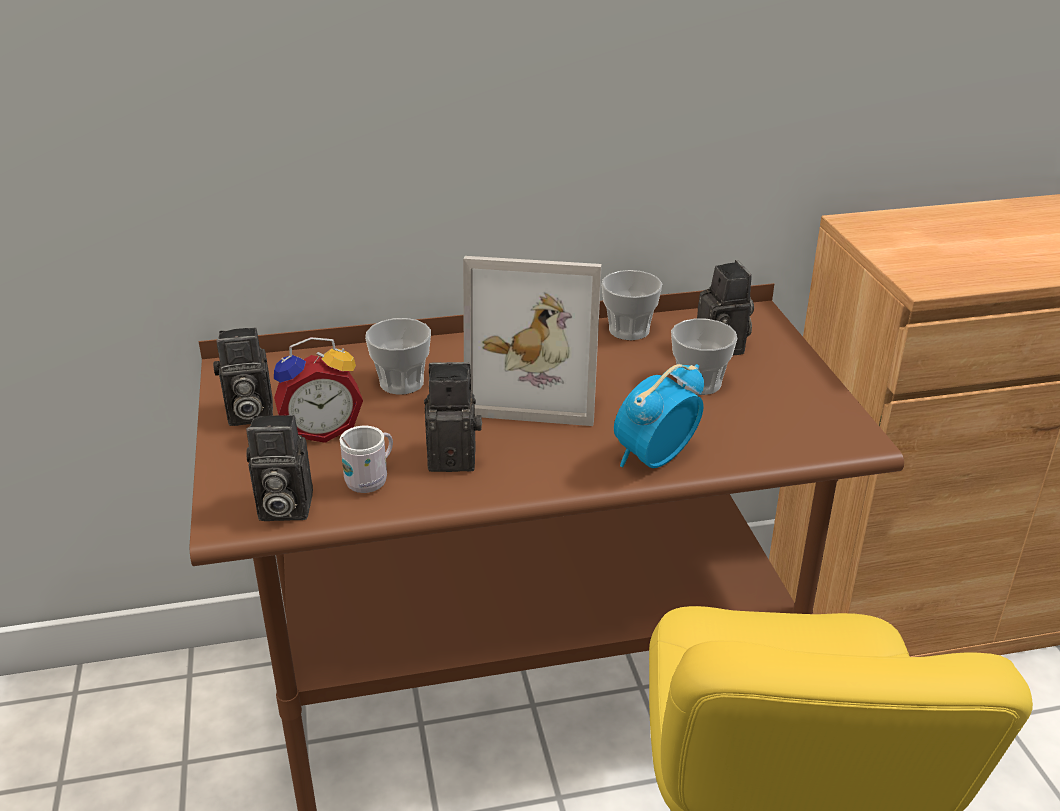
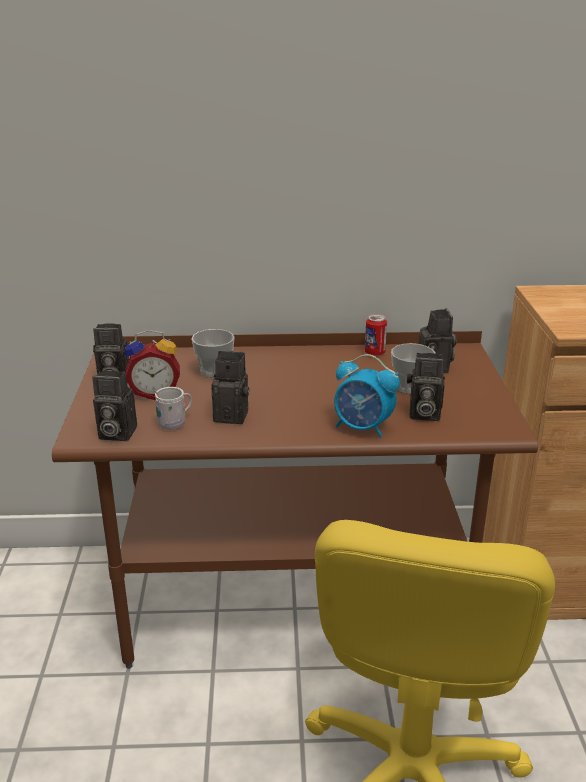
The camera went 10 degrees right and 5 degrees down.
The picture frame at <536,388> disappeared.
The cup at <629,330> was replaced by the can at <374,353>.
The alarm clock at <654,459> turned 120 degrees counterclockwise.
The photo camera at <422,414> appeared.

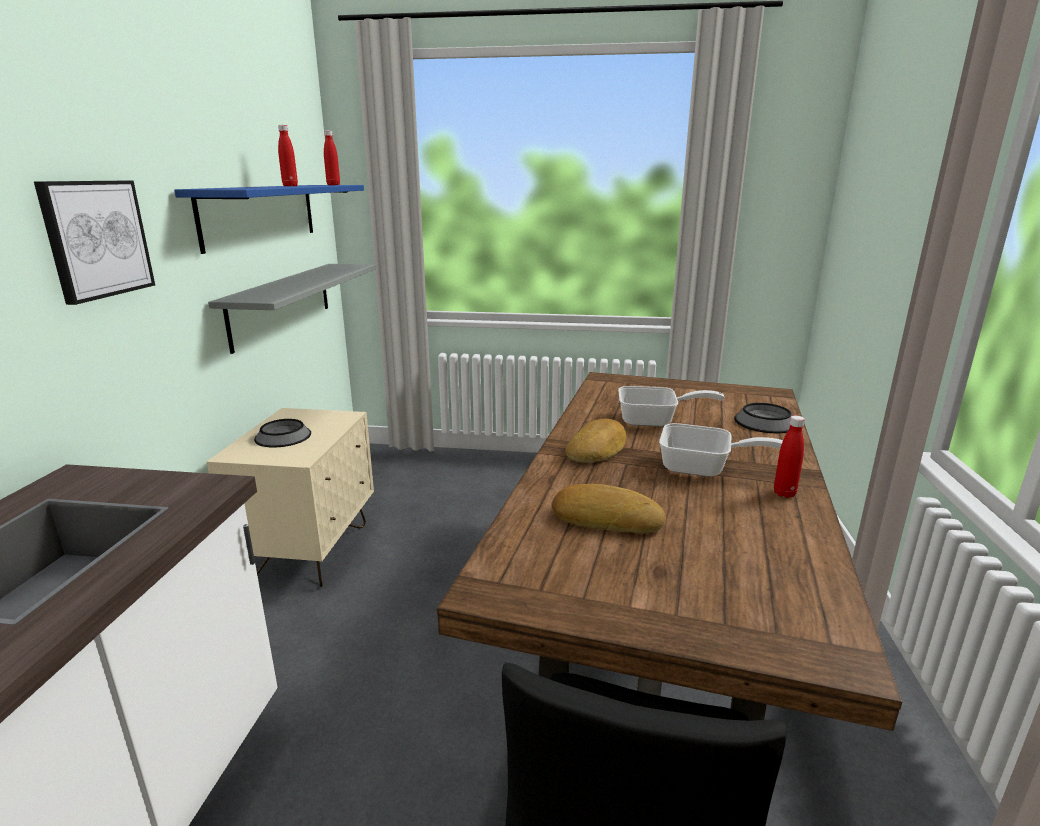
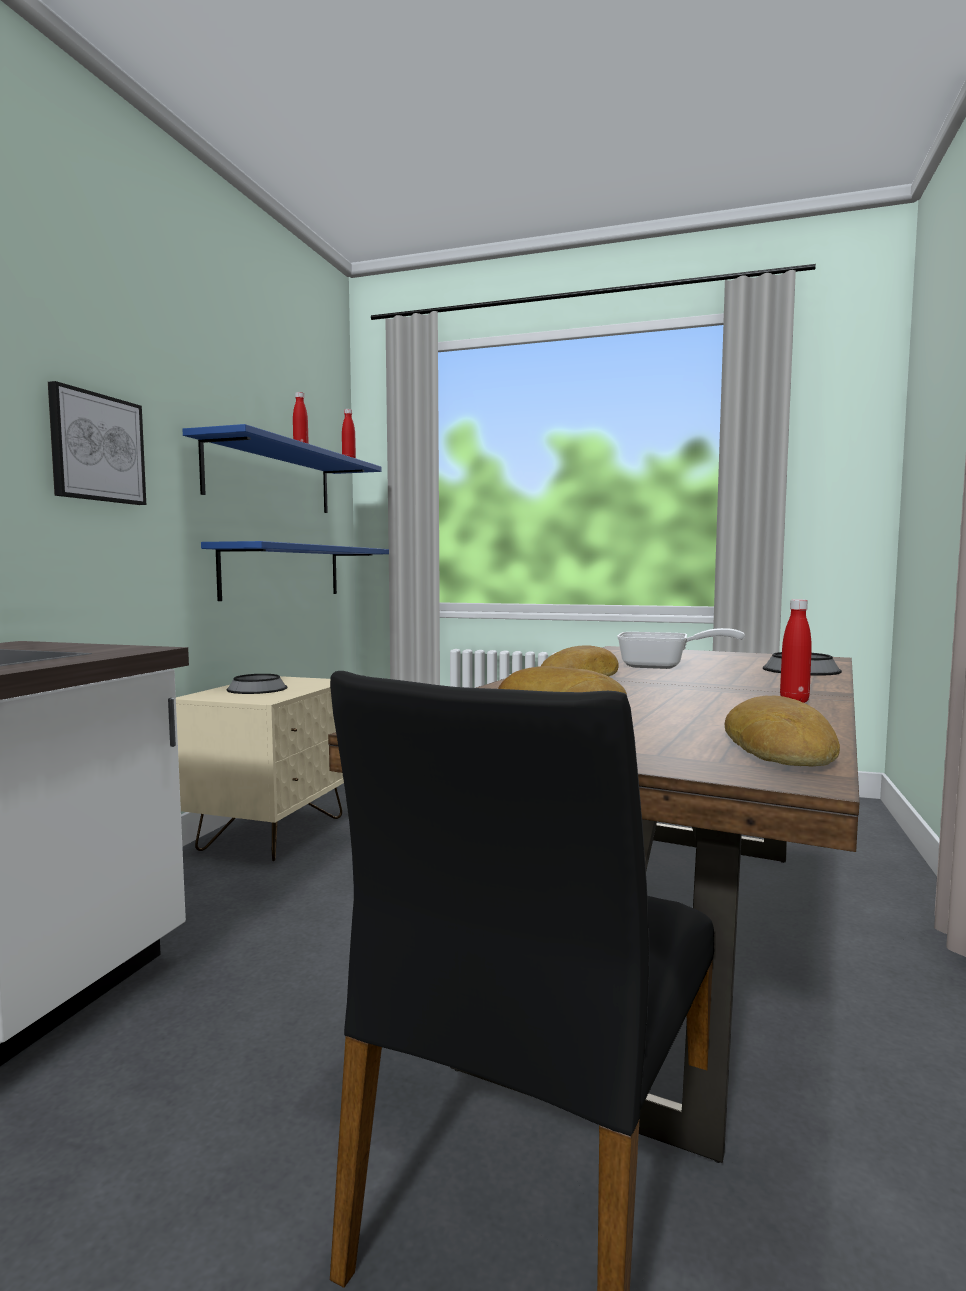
The camera went 10 degrees right and 15 degrees down.
The grey shelf at <282,303> became the blue shelf at <283,571>.
The frying pan at <703,468> disappeared.
The bread at <781,749> appeared.

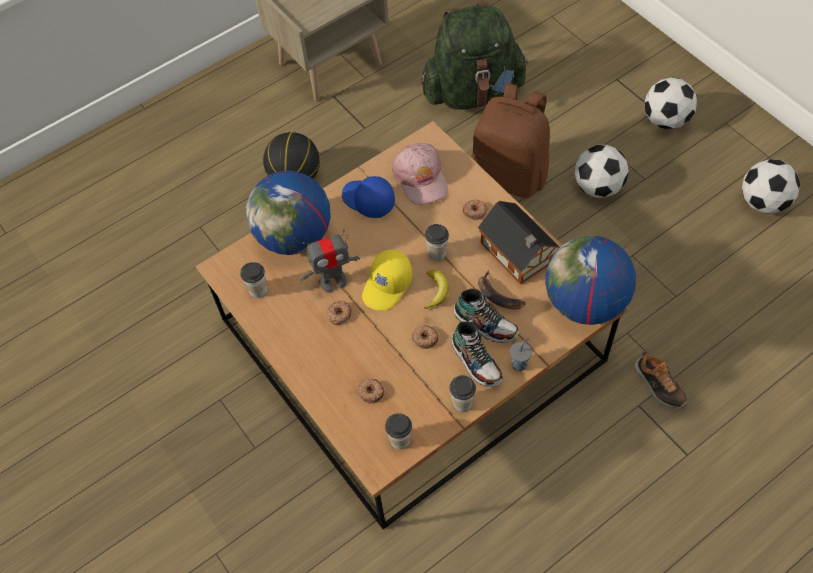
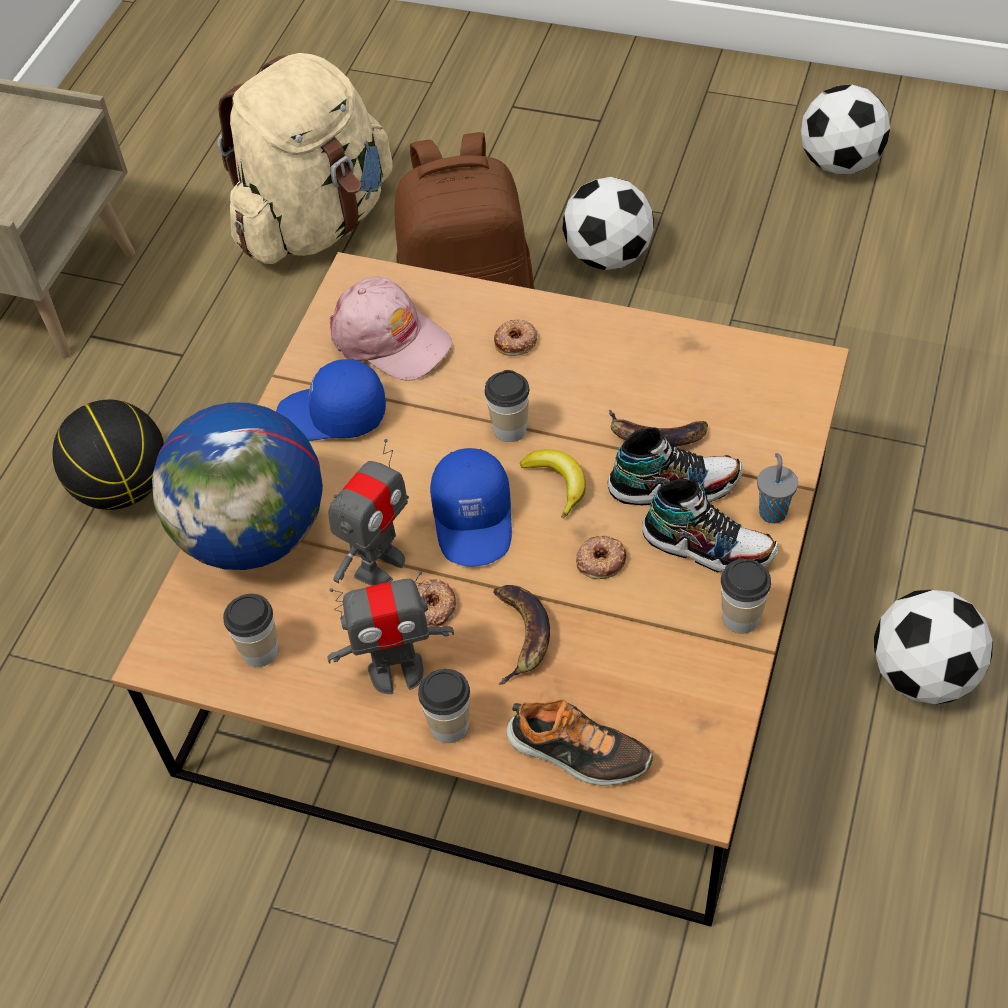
The camera went 35 degrees left and 5 degrees down.
The green backpack at <473,92> became the beige backpack at <316,222>.
The football moved from <665,120> to <923,675>.
The toy house at <517,255> disappeared.
The globe at <584,303> disappeared.
The yellow cap at <387,286> became the blue cap at <475,520>.
The shoe moved from <658,385> to <577,752>.
The donut at <371,392> disappeared.
The cup moved from <400,440> to <449,726>.
The toy robot at <396,672> appeared.
The banana at <521,634> appeared.

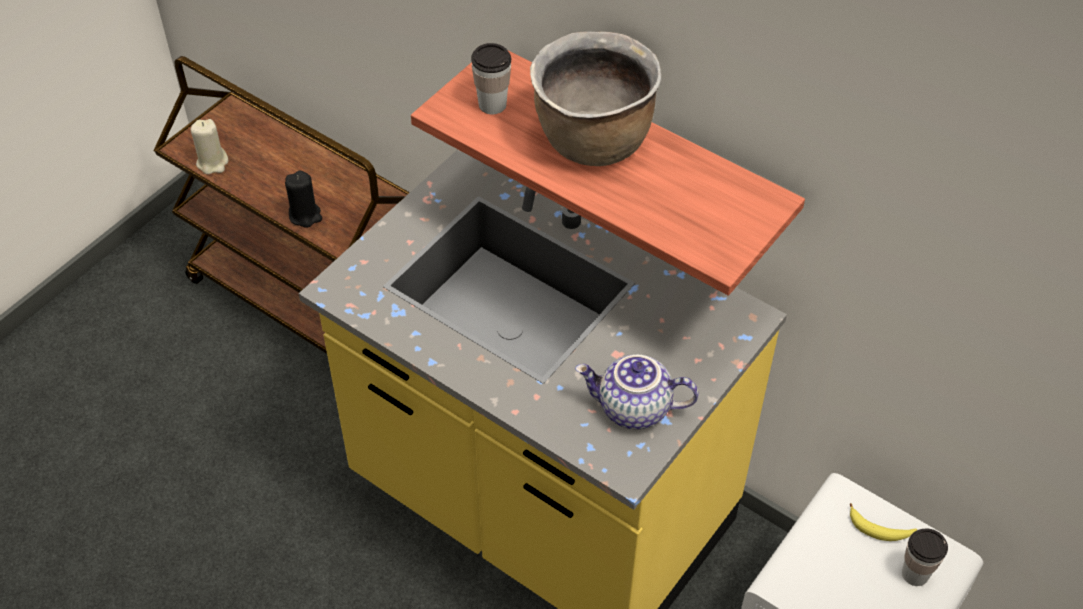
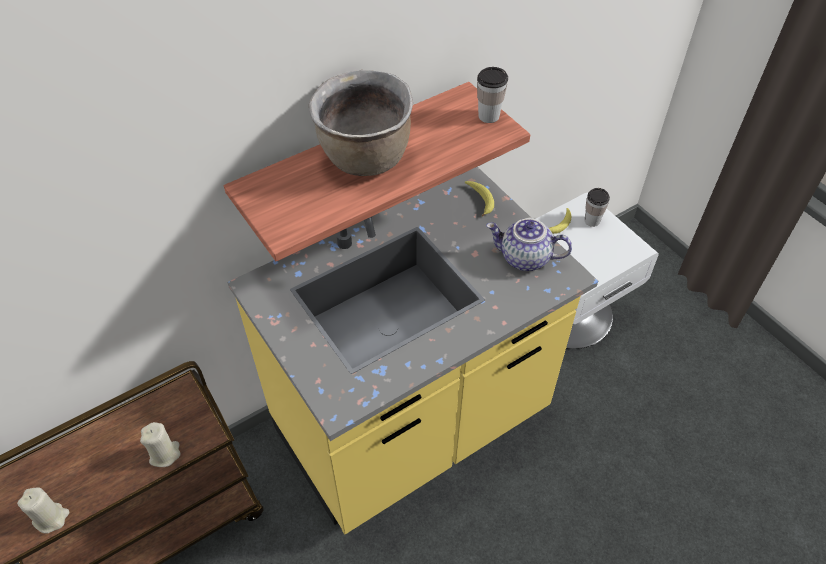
The camera went 70 degrees left and 0 degrees up.
The cup moved from <492,104> to <489,116>.
The black candle at <305,215> became the beige candle at <165,454>.
The teapot at <633,409> turned 75 degrees clockwise.
The banana at <480,200> appeared.

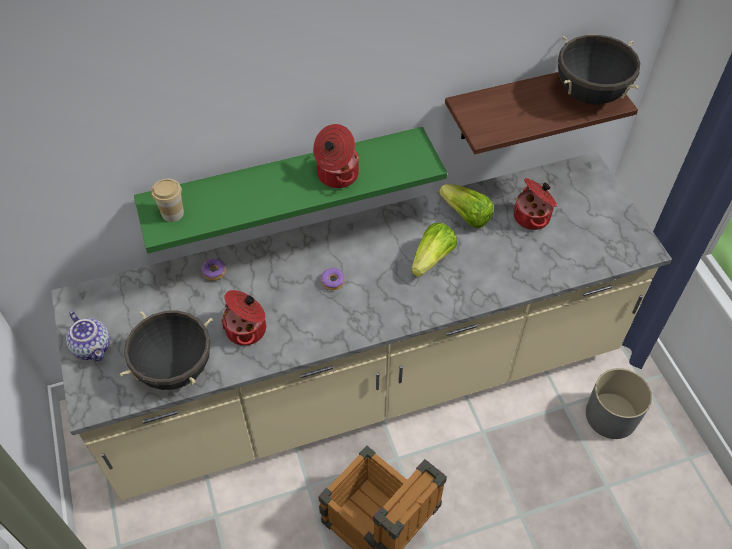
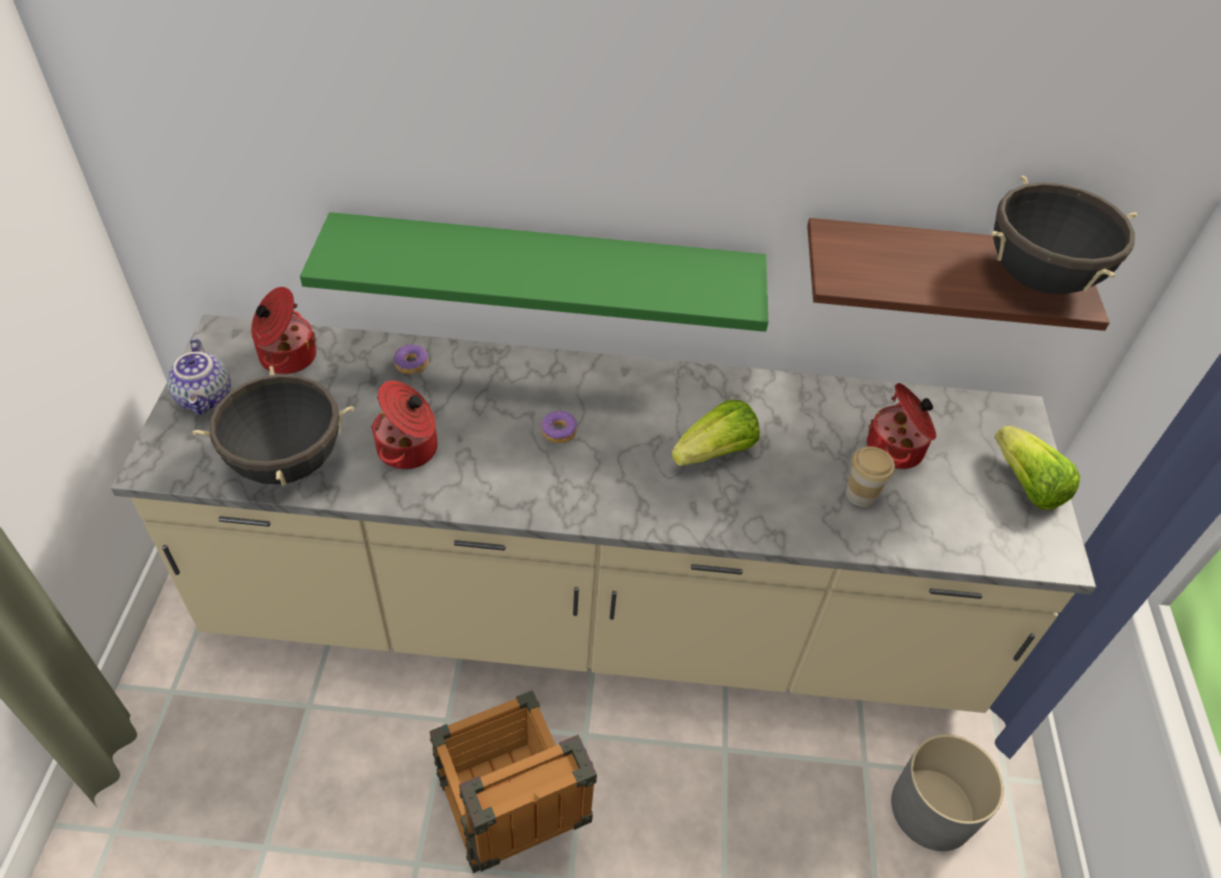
The camera went 20 degrees right and 5 degrees down.
The cooking pot moved from <336,175> to <286,356>.
The cup moved from <172,213> to <861,494>.
The lettuce moved from <466,216> to <1026,485>.

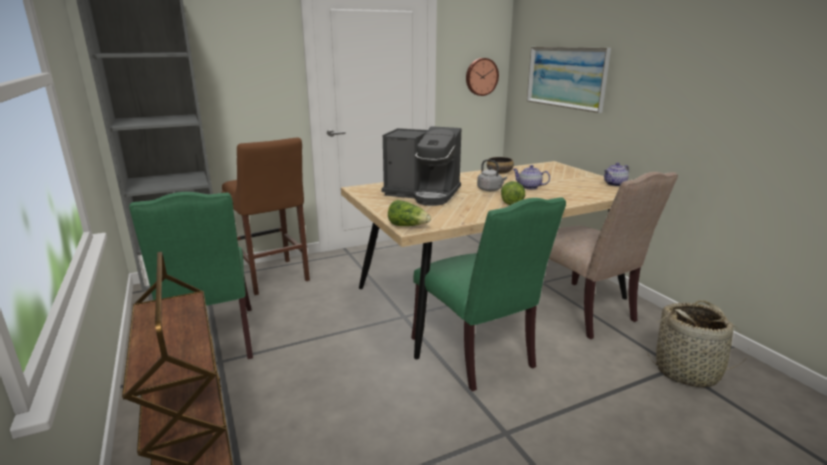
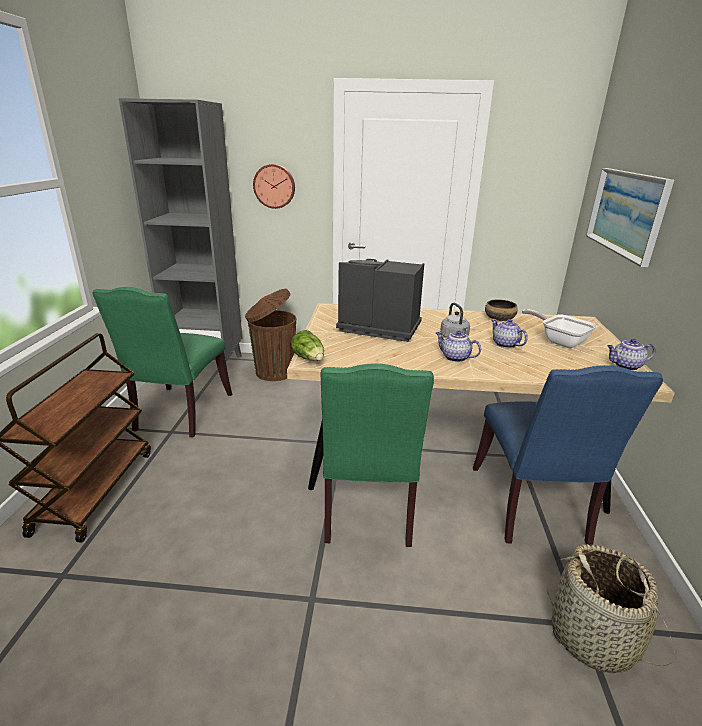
The camera went 30 degrees right and 5 degrees up.
The wall clock moved from <481,76> to <274,186>.
The coffee machine at <423,194> turned 150 degrees clockwise.
The brown stool at <273,278> was replaced by the brown trash can at <273,372>.
The beige chair at <583,312> became the blue chair at <532,508>.
The lettuce at <511,201> was replaced by the teapot at <454,357>.
The frying pan at <559,341> appeared.

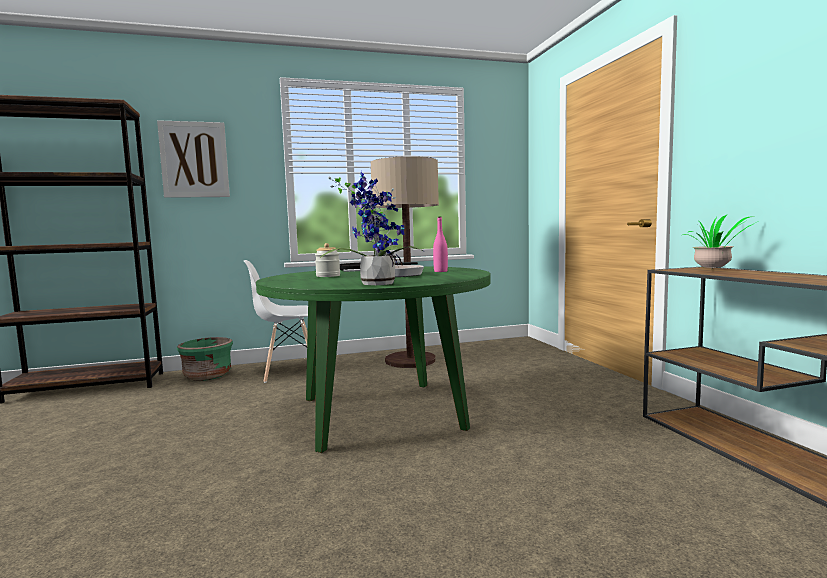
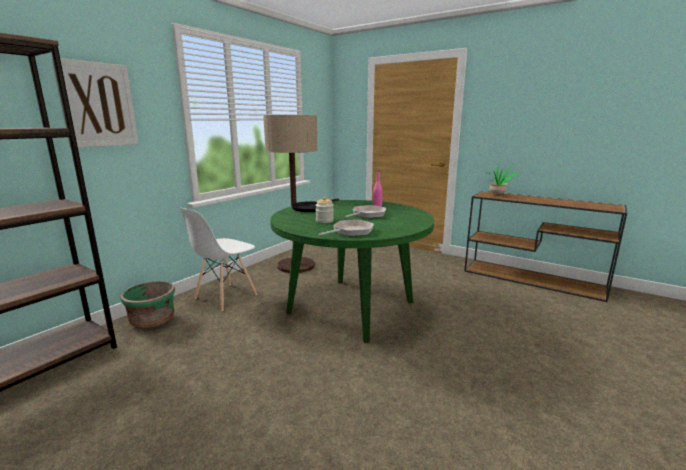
The camera went 40 degrees left and 10 degrees up.
The potted plant at <376,284> disappeared.
The frying pan at <350,231> appeared.

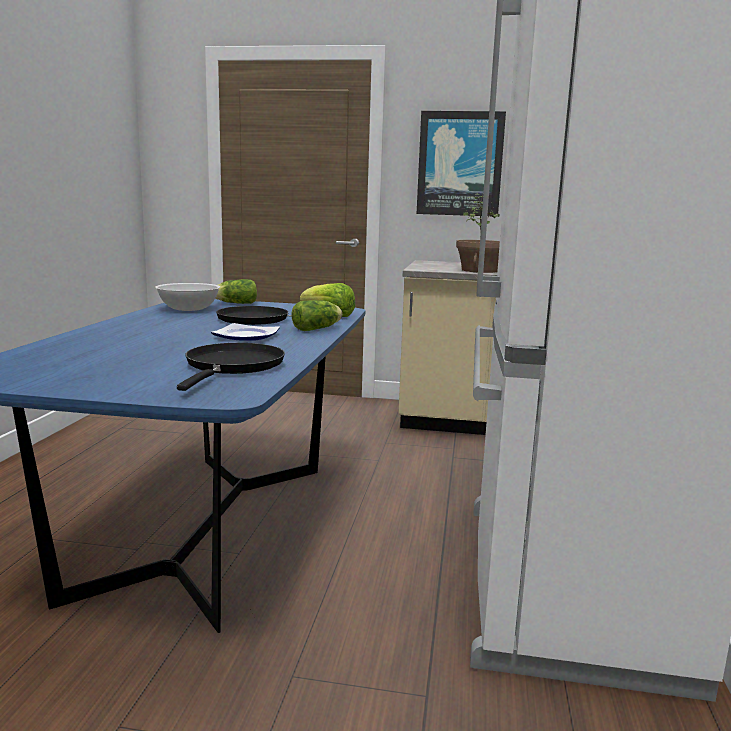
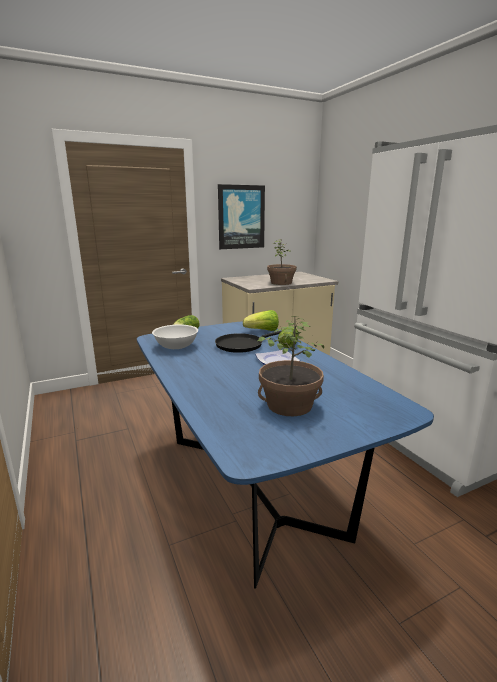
The camera went 35 degrees left and 5 degrees up.
The black frying pan at <233,366> disappeared.
The potted plant at <289,404> appeared.

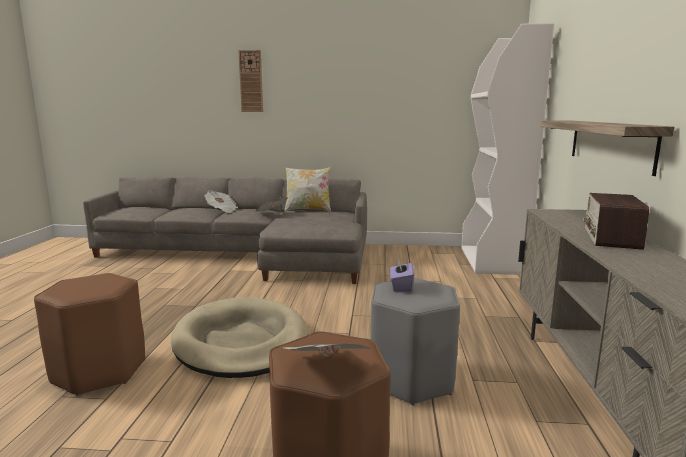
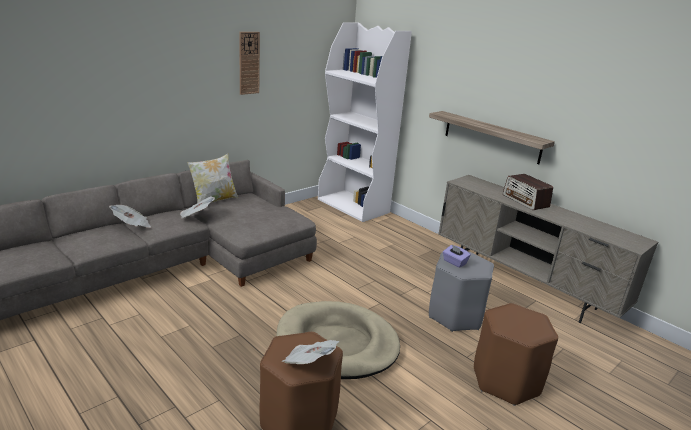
The camera went 50 degrees left and 10 degrees up.
The wall clock moved from <251,81> to <249,63>.
The newspaper moved from <327,369> to <309,363>.

